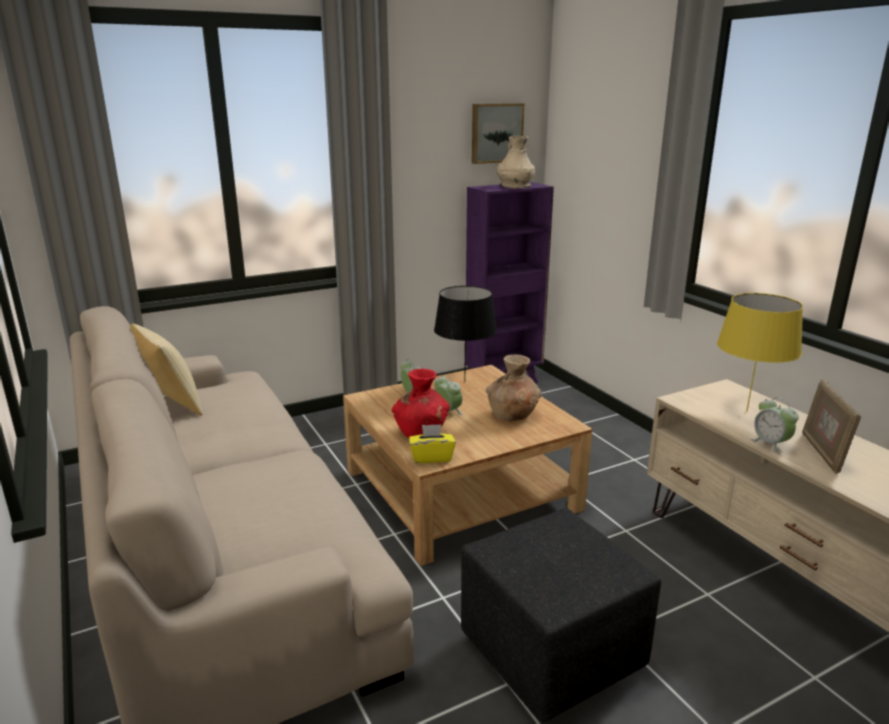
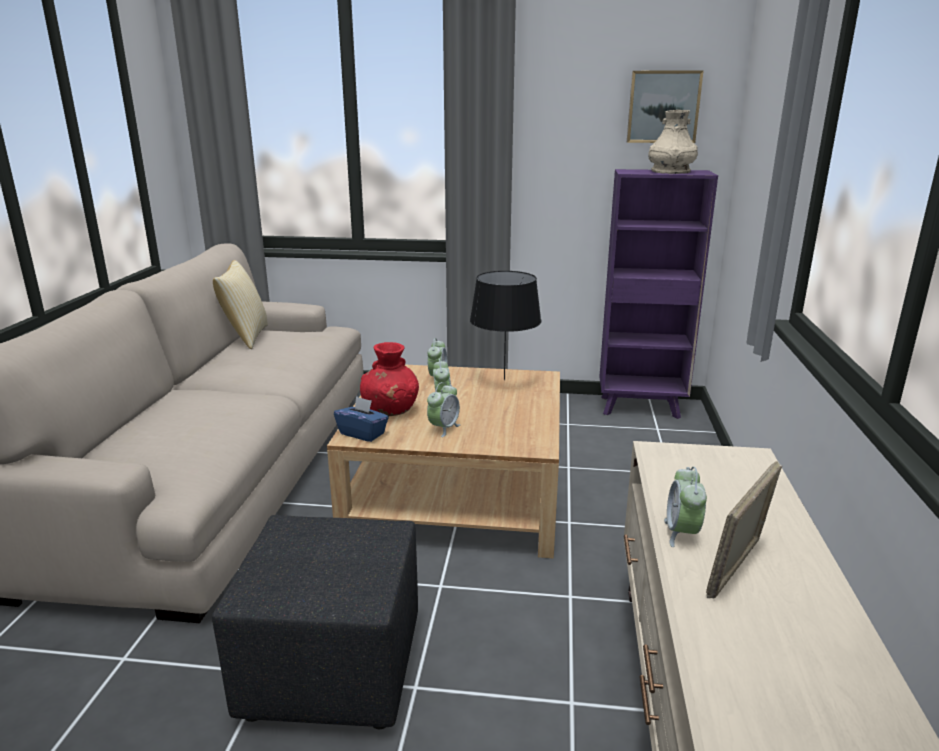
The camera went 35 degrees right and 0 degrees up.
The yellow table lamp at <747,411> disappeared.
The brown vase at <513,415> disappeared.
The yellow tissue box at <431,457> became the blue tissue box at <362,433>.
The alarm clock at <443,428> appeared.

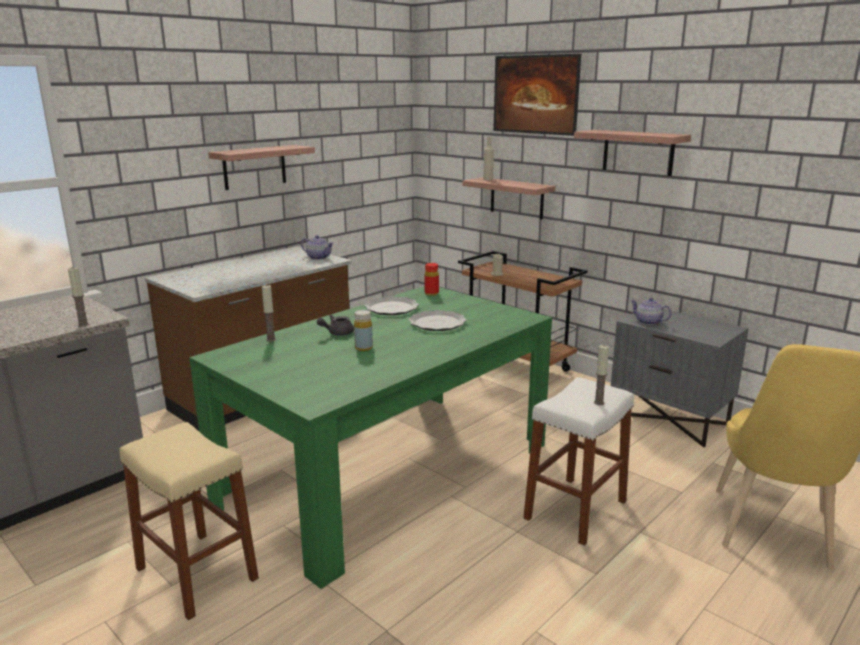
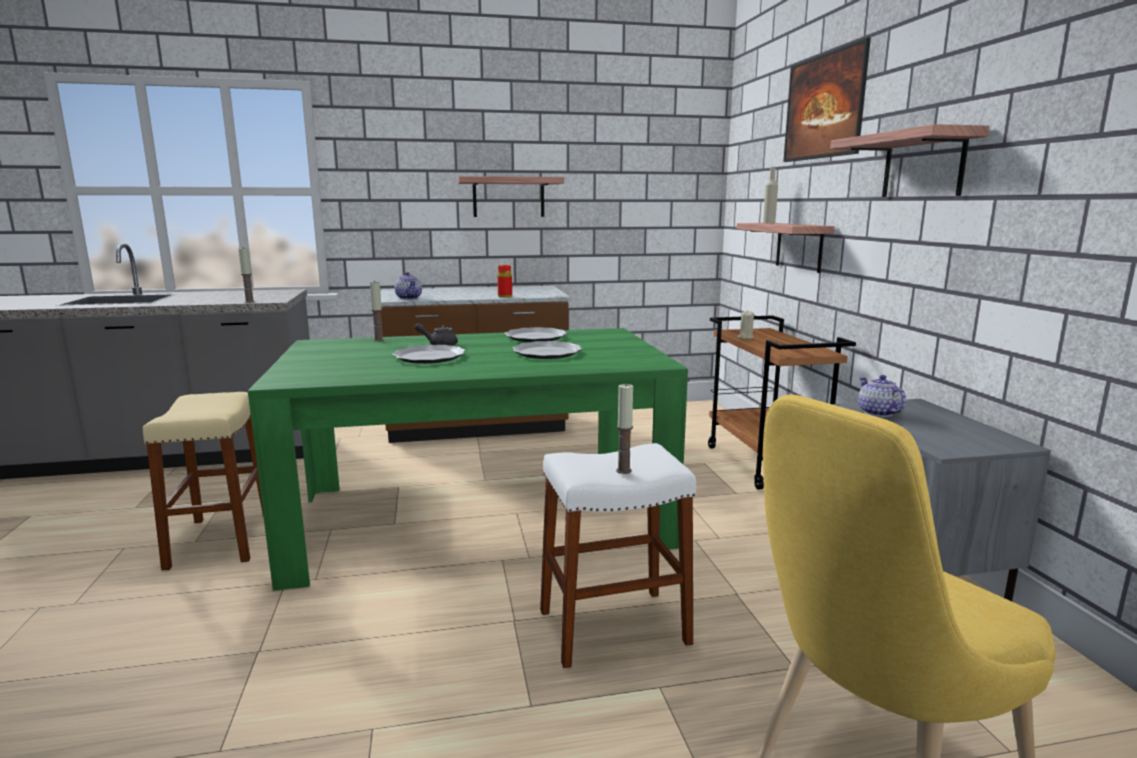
The camera went 35 degrees right and 5 degrees down.
The teapot moved from <318,257> to <409,298>.
The red bottle moved from <431,294> to <505,296>.
The yellow bottle at <363,348> was replaced by the plate at <430,357>.

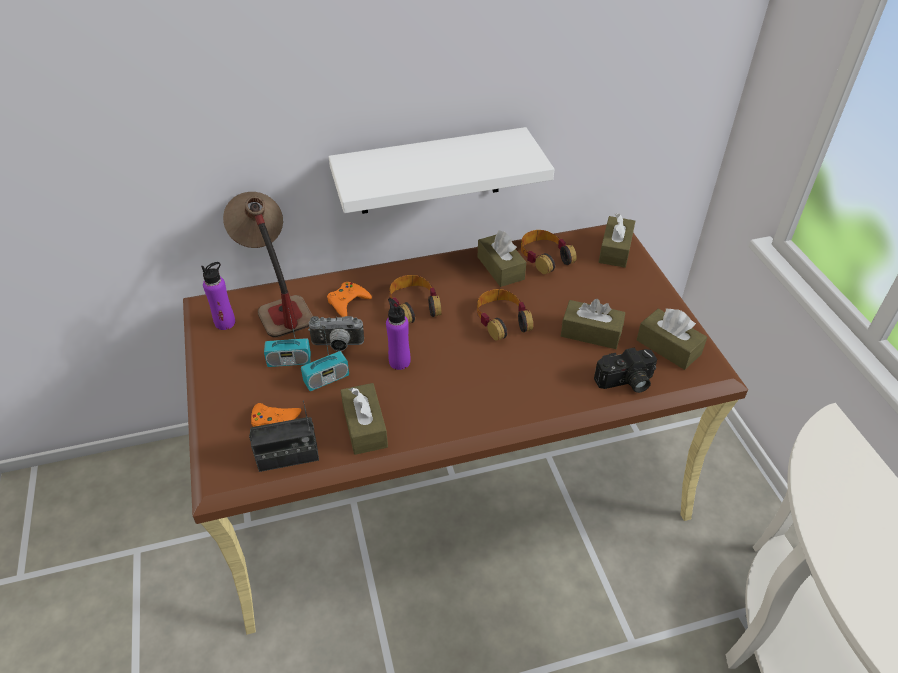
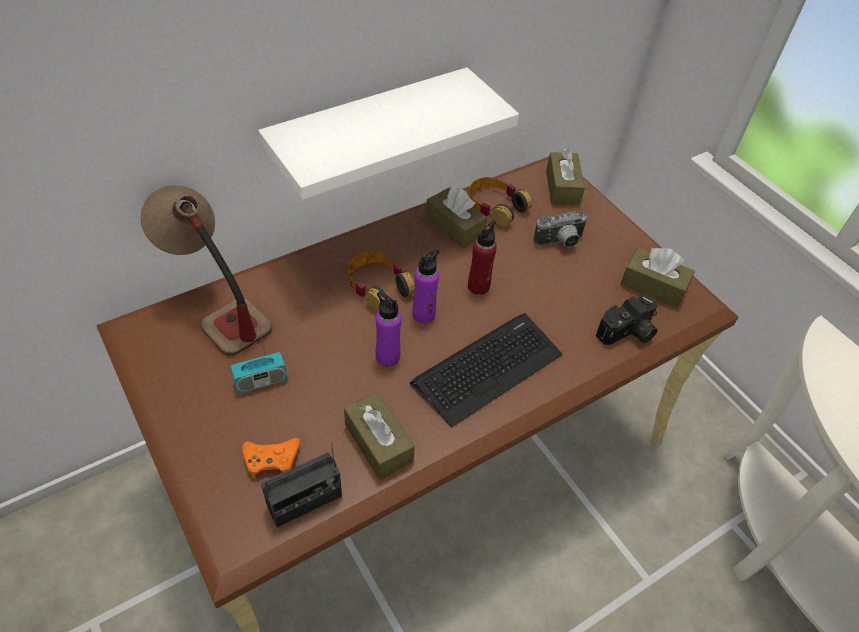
The camera went 20 degrees left and 5 degrees up.
The purple bottle moved from <225,323> to <424,314>.
The orange game controller at <348,302> disappeared.
The headphones at <502,320> was replaced by the red bottle at <478,286>.
The brown tissue box at <591,333> disappeared.
The photo camera moved from <337,346> to <560,243>.
The radio at <326,379> disappeared.
The keyboard at <487,368> appeared.

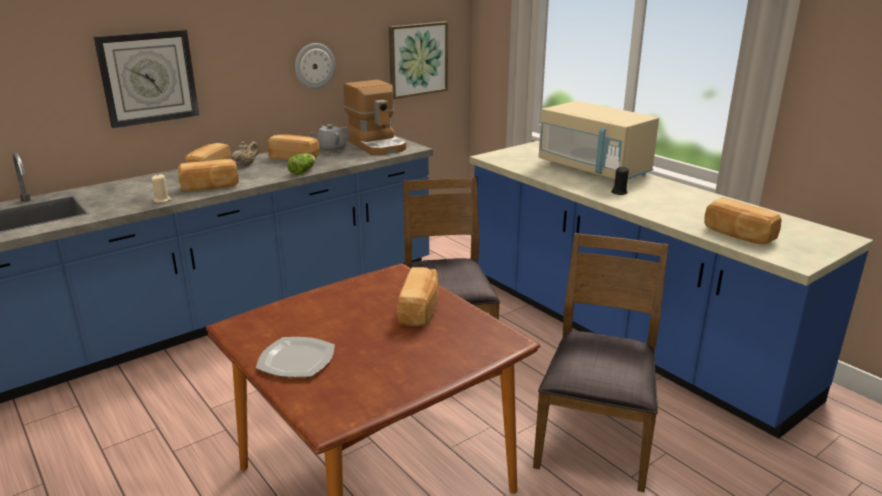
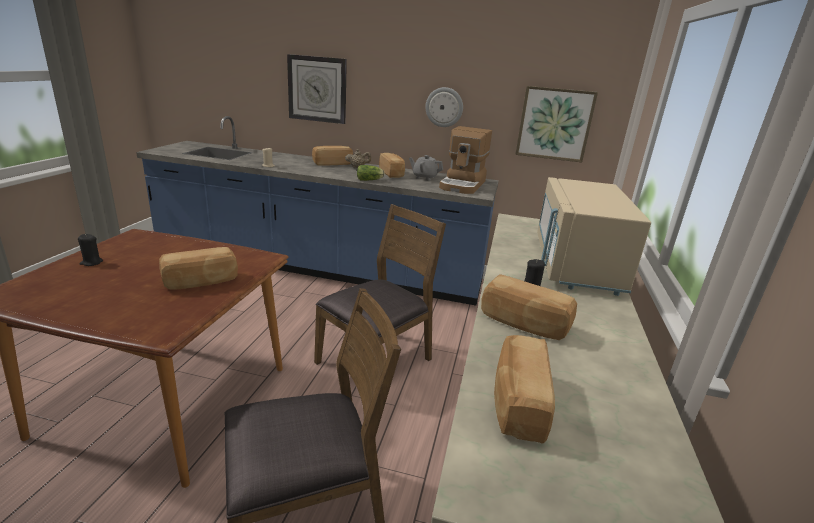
The camera went 50 degrees right and 0 degrees up.
The bread moved from <210,187> to <523,324>.
The plate at <296,359> was replaced by the black candle at <91,262>.

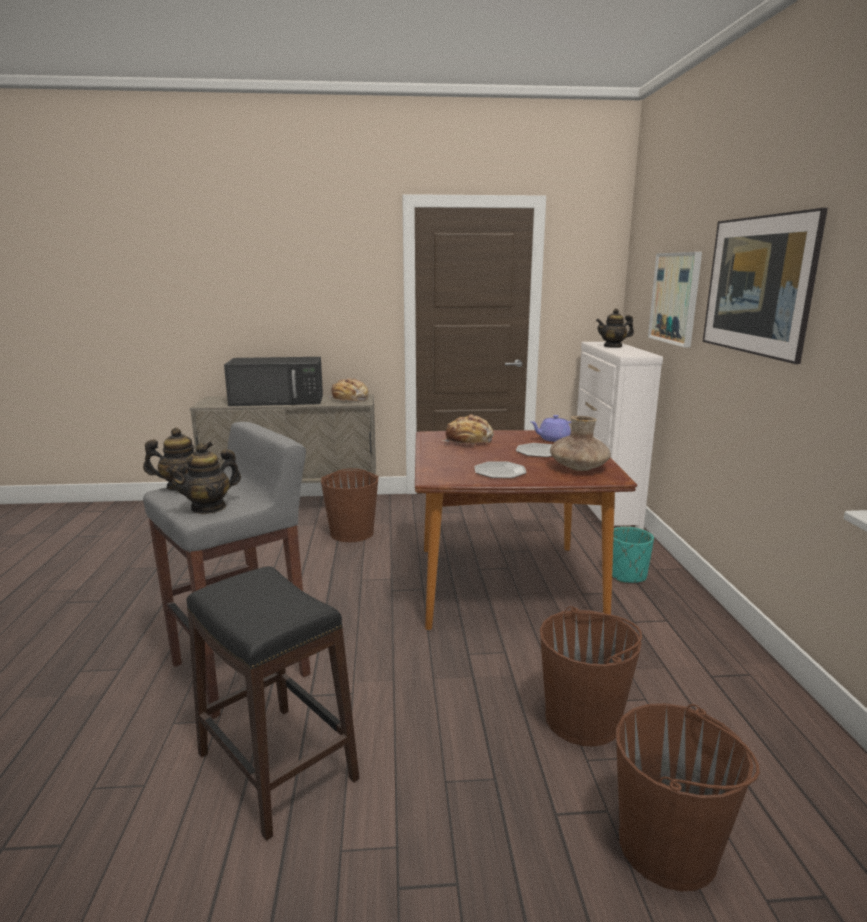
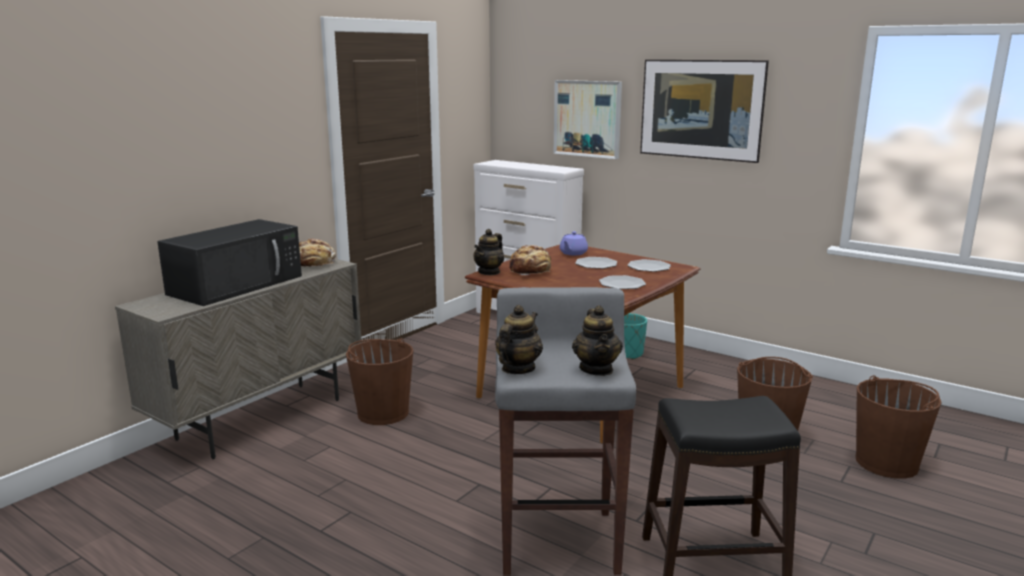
The camera went 50 degrees left and 0 degrees up.
The teapot moved from <613,346> to <489,272>.
The brown vase at <578,468> was replaced by the plate at <648,267>.

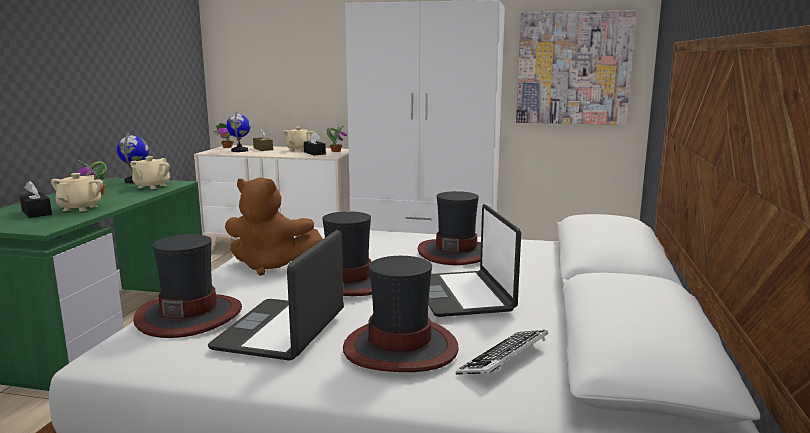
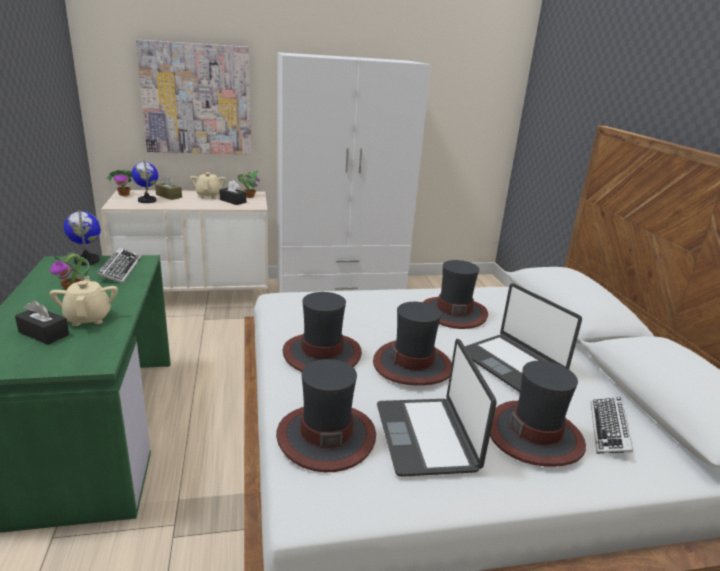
The camera went 25 degrees left and 10 degrees up.
The picture moved from <573,68> to <197,99>.
The beige teapot at <151,186> was replaced by the keyboard at <120,269>.
The brown plush toy at <271,266> was replaced by the hat at <322,354>.

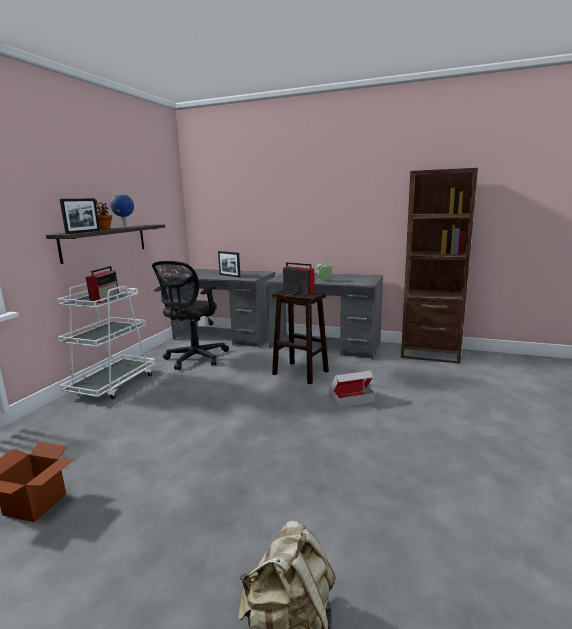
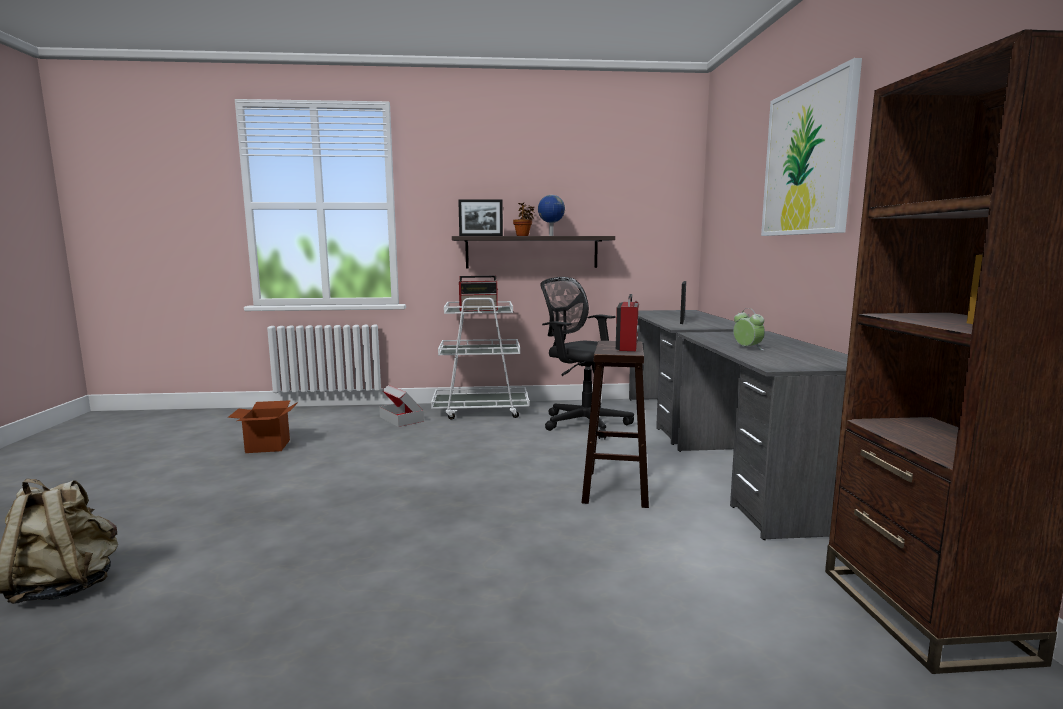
The camera went 65 degrees right and 5 degrees down.
The black office chair at <194,359> turned 45 degrees clockwise.
The cardboard box moved from <351,399> to <401,419>.
The picture at <807,160> appeared.

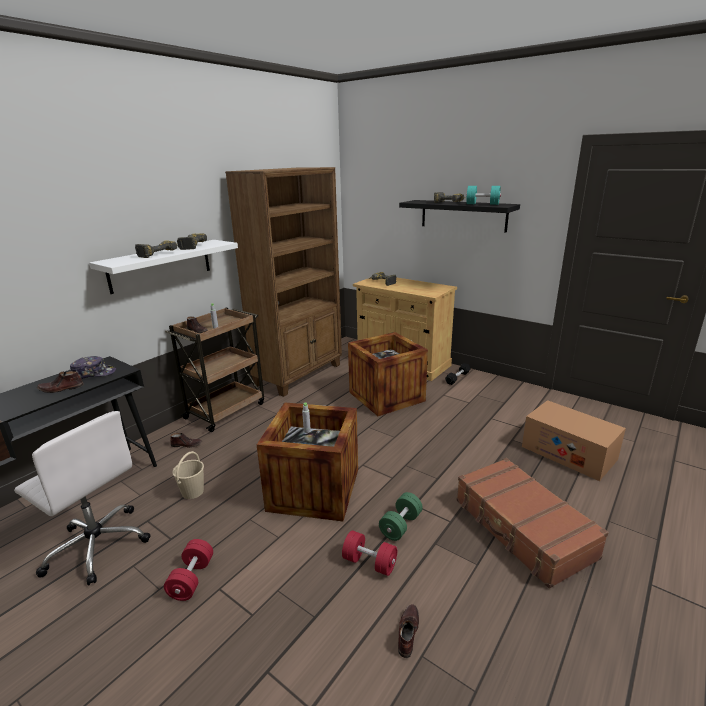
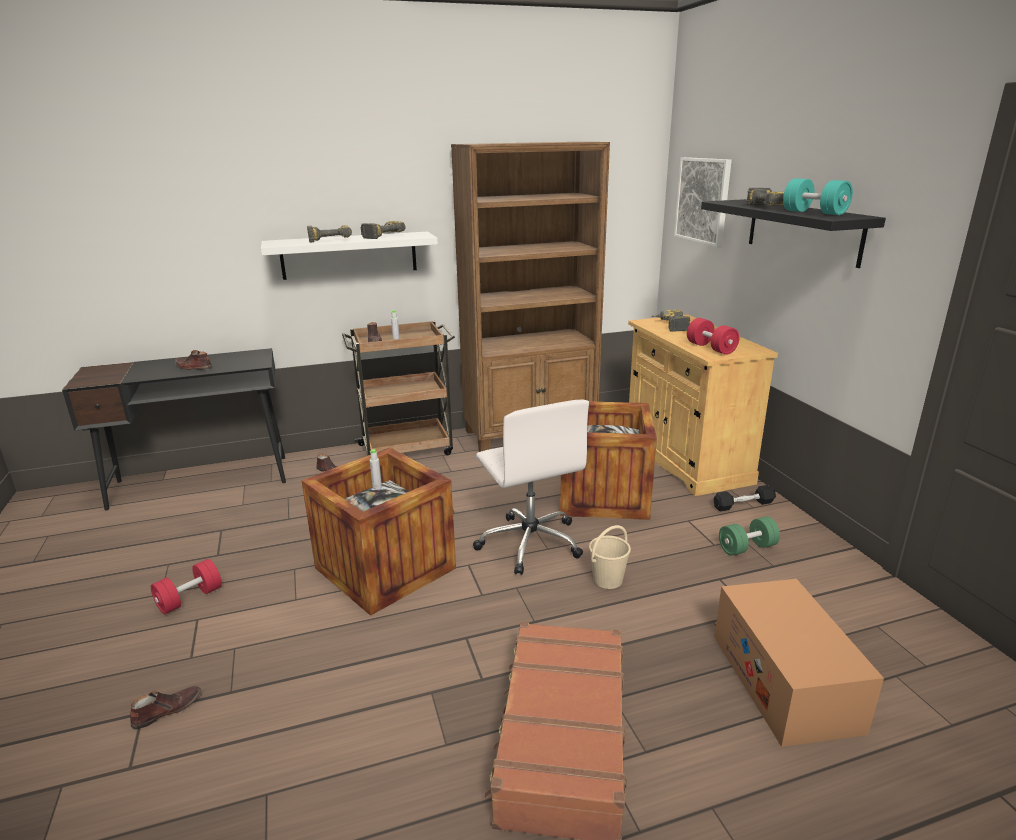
The camera went 35 degrees right and 0 degrees up.
The cap at <94,374> disappeared.
The white office chair moved from <97,545> to <530,542>.
The beige bucket moved from <192,492> to <607,580>.
The green dumbbell moved from <400,525> to <747,548>.
The red dumbbell moved from <369,562> to <711,348>.
The brown shoe moved from <407,632> to <167,710>.
The picture at <703,200> appeared.

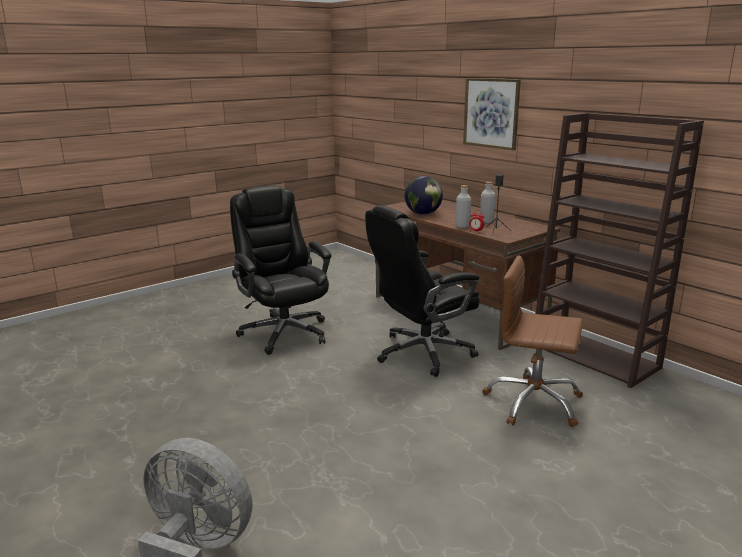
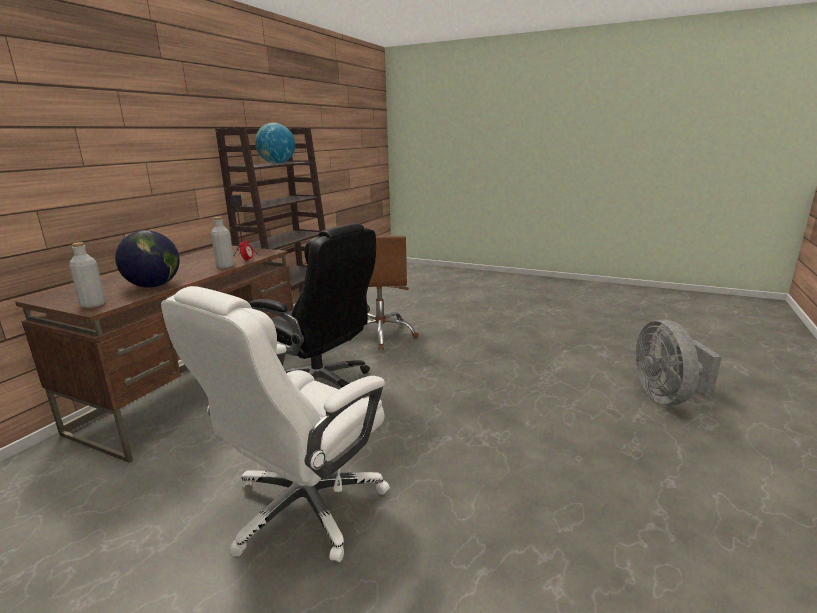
The camera went 115 degrees left and 0 degrees up.
The picture at <491,113> disappeared.
The grey bottle moved from <486,222> to <93,305>.
The black office chair at <284,332> became the white office chair at <303,508>.
The globe at <277,163> appeared.

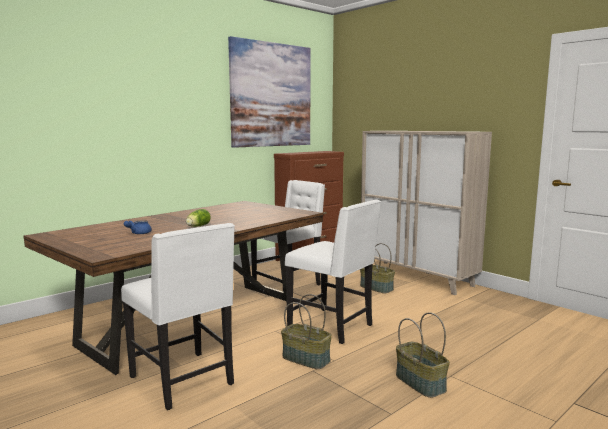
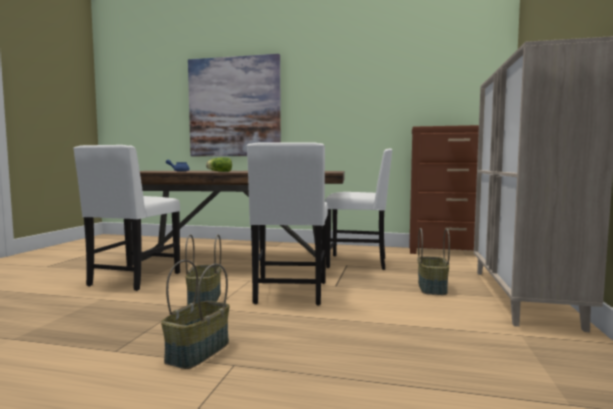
The camera went 55 degrees right and 5 degrees down.
The picture moved from <271,95> to <234,107>.

